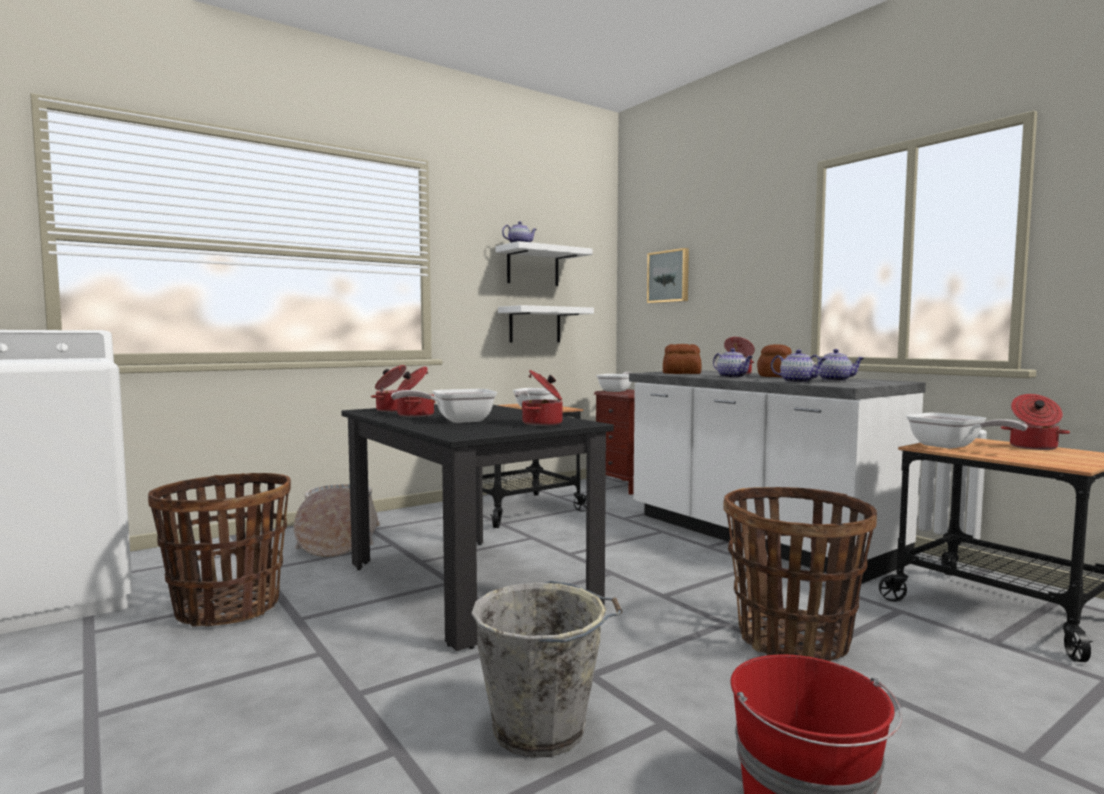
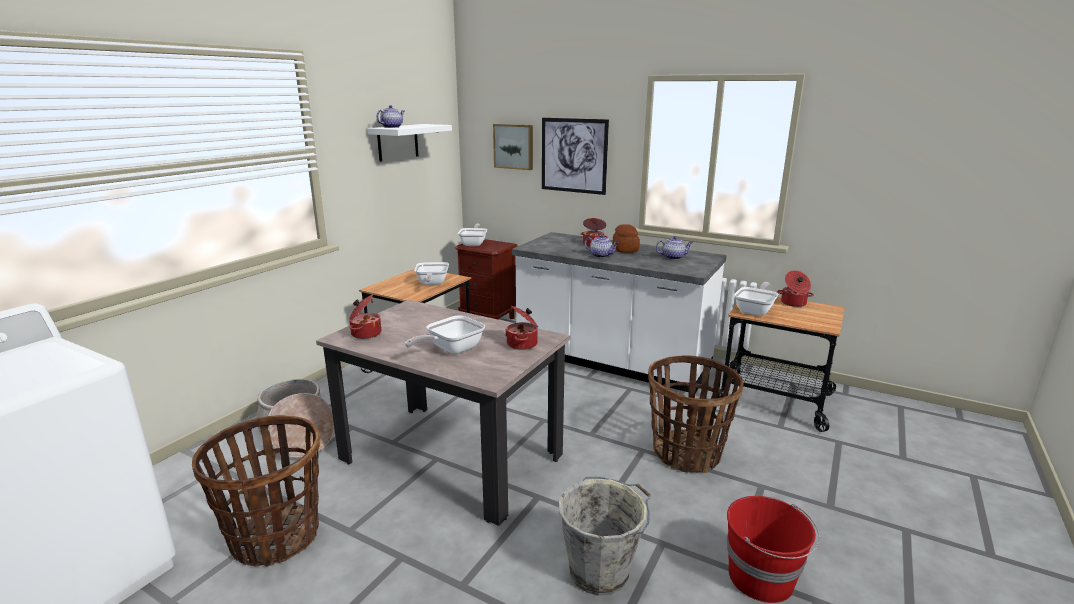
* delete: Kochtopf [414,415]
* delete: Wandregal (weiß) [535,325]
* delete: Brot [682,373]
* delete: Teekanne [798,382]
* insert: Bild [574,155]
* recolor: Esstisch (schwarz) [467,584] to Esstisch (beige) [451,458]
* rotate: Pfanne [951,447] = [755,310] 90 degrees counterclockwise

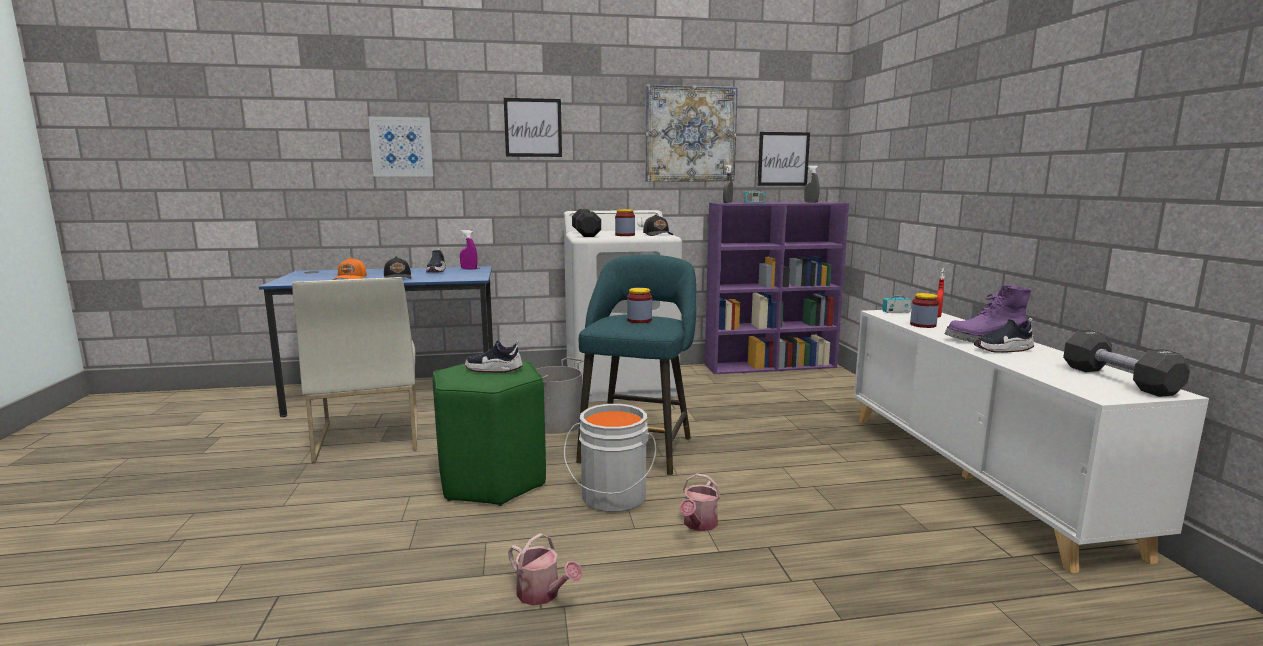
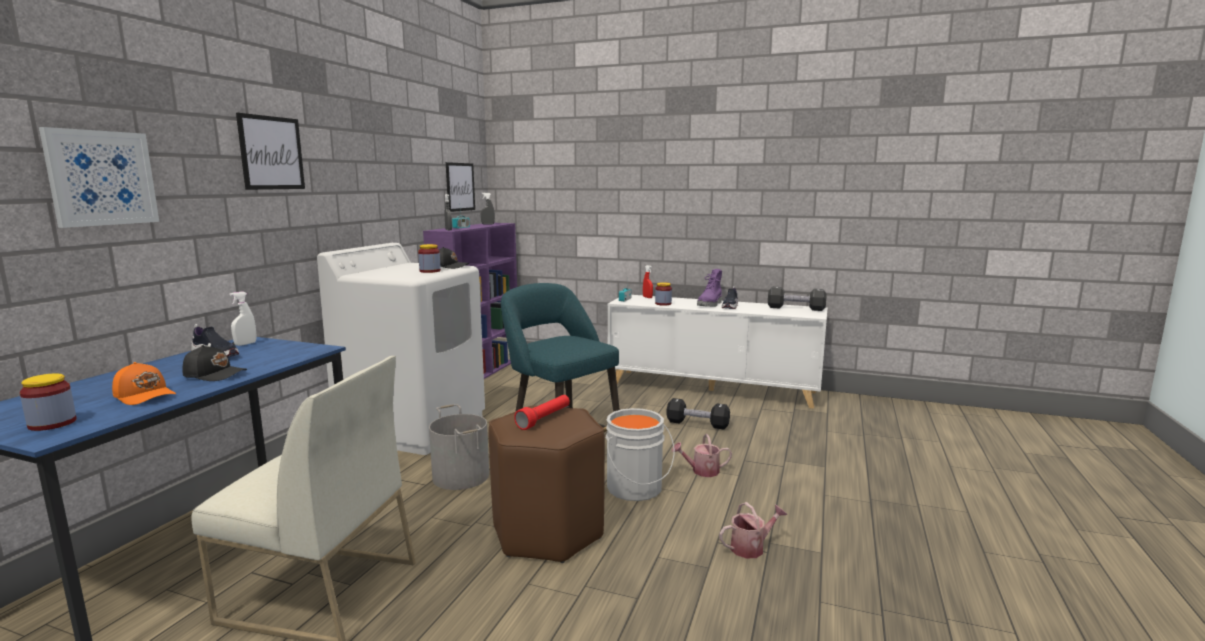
* delete: Bild [690,134]
* move: Hantel (schwarz) [586,234] to [697,424]
* move: Vorratsglas [639,320] to [52,423]
* replace: Schuh [494,369] to Taschenlampe (rot) [544,419]
* recolor: Hocker (grün) [492,481] to Hocker (braun) [548,533]
* recolor: Sprühflasche (lila) [469,269] to Sprühflasche (weiß) [245,344]
* rotate: Gießkanne [698,524] = [701,471] 120 degrees clockwise

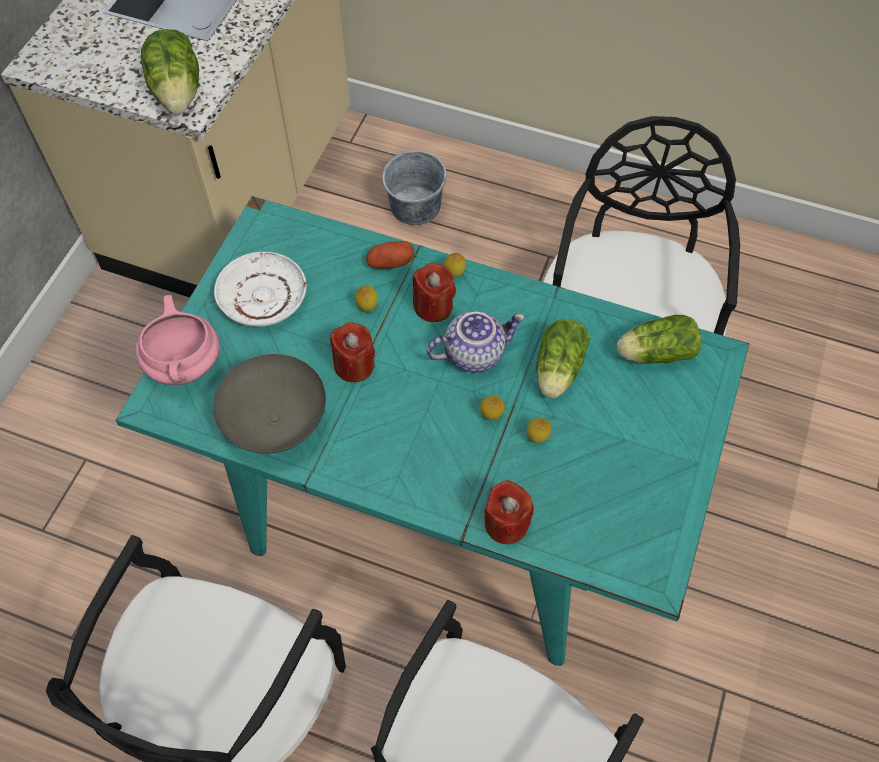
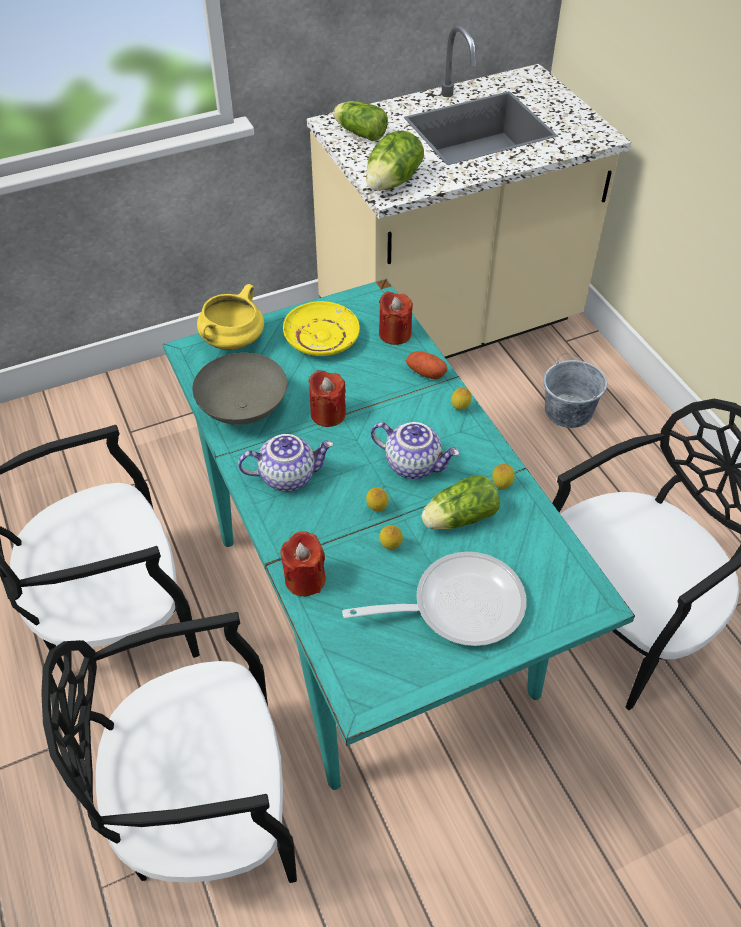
* insert: Teekanne [288,475]
* insert: Pfanne [458,605]
* move: Zitrone [367,307] to [501,486]
* move: Kerze (rot) [433,306] to [395,333]
* move: Salatkopf [653,353] to [359,133]
* recolor: Kochtopf (rosa) [185,365] to Kochtopf (gelb) [233,342]
* recolor: Teller (weiß) [262,297] to Teller (gelb) [321,337]

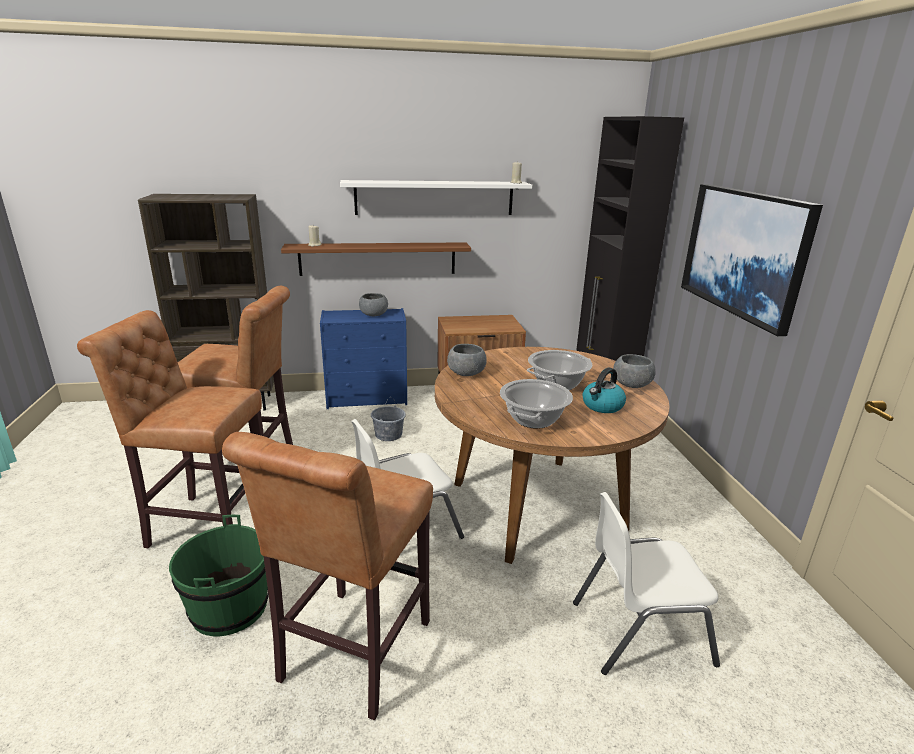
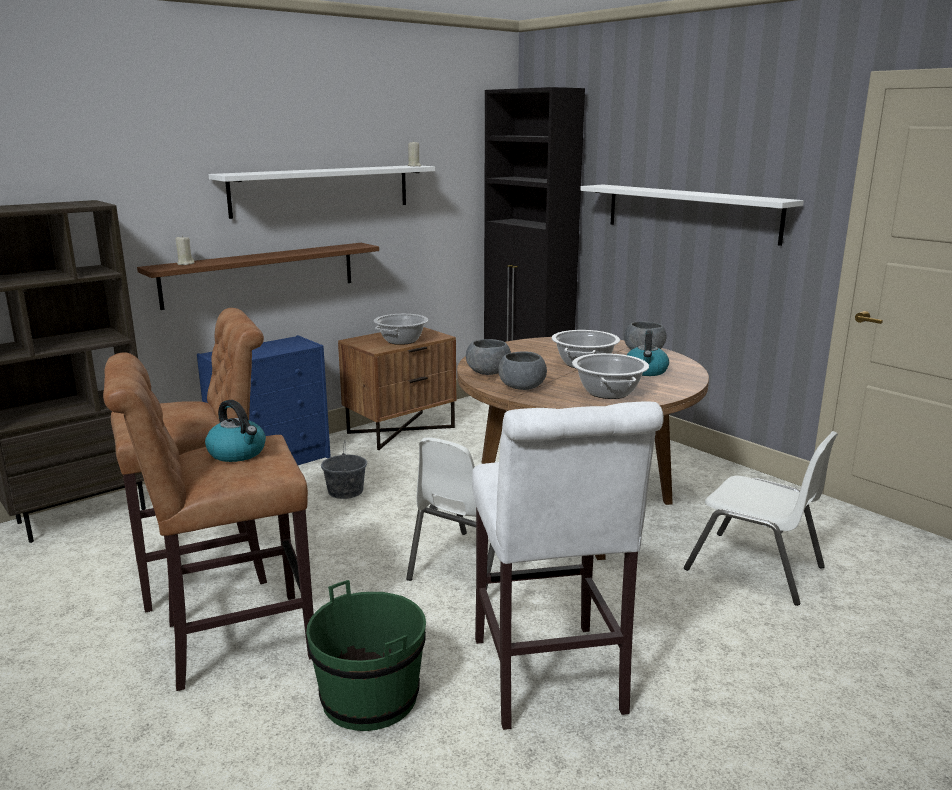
* insert: Wasserkessel [238,453]
* insert: Kochtopf [401,340]
* move: Schüssel (grau) [373,315] to [522,387]
* replace: Bild [744,253] to Wandregal (weiß) [690,212]
* recolor: Hocker (braun) [351,656] to Hocker (weiß) [550,681]
* rotate: Stuhl (weiß) [639,631] = [755,568] 105 degrees counterclockwise

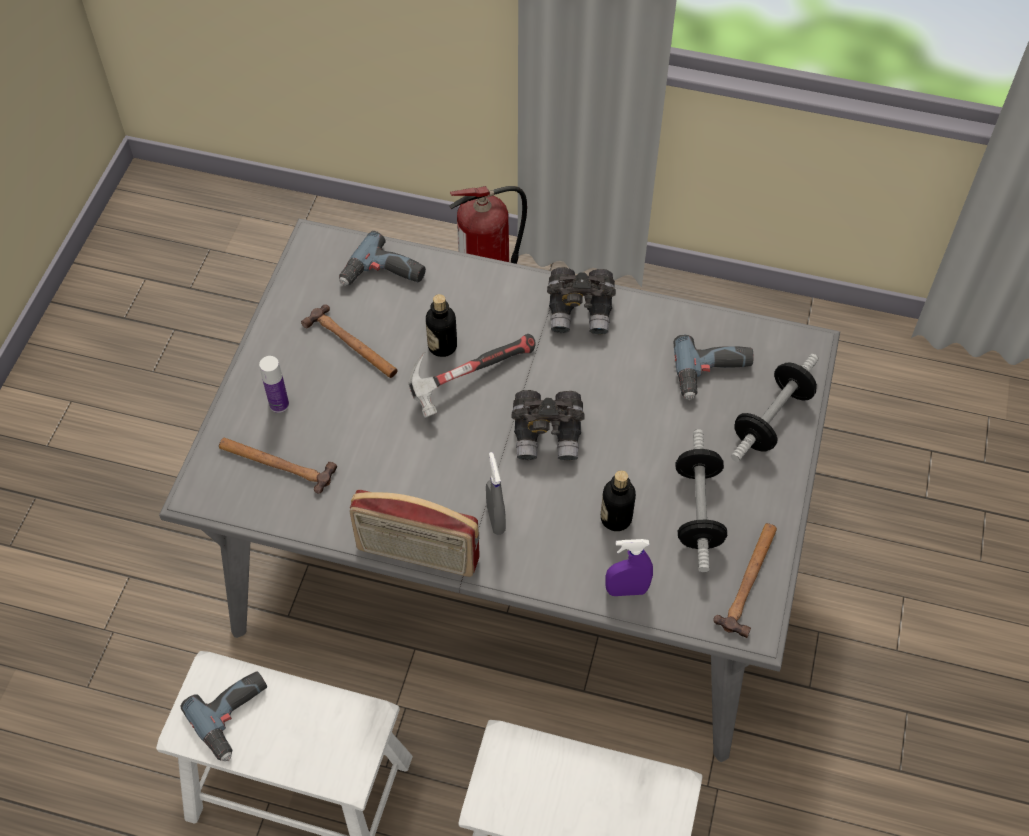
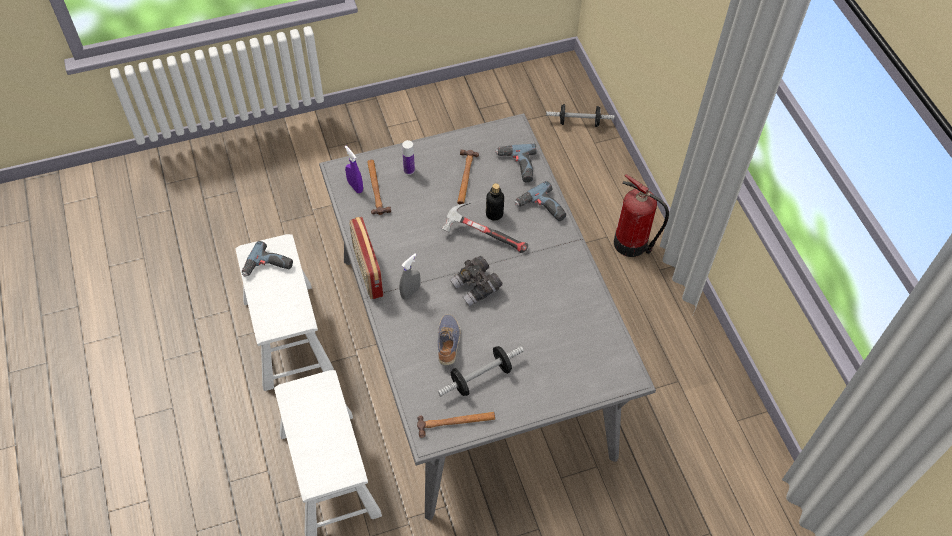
* delete: Fernglas (grau) [581,311]
* move: Sprühflasche (lila) [626,590] to [355,186]
* move: Bohrmaschine [713,374] to [541,209]
* move: Hantel [772,419] to [579,122]
* replace: Flasche [616,518] to Schuh [448,343]

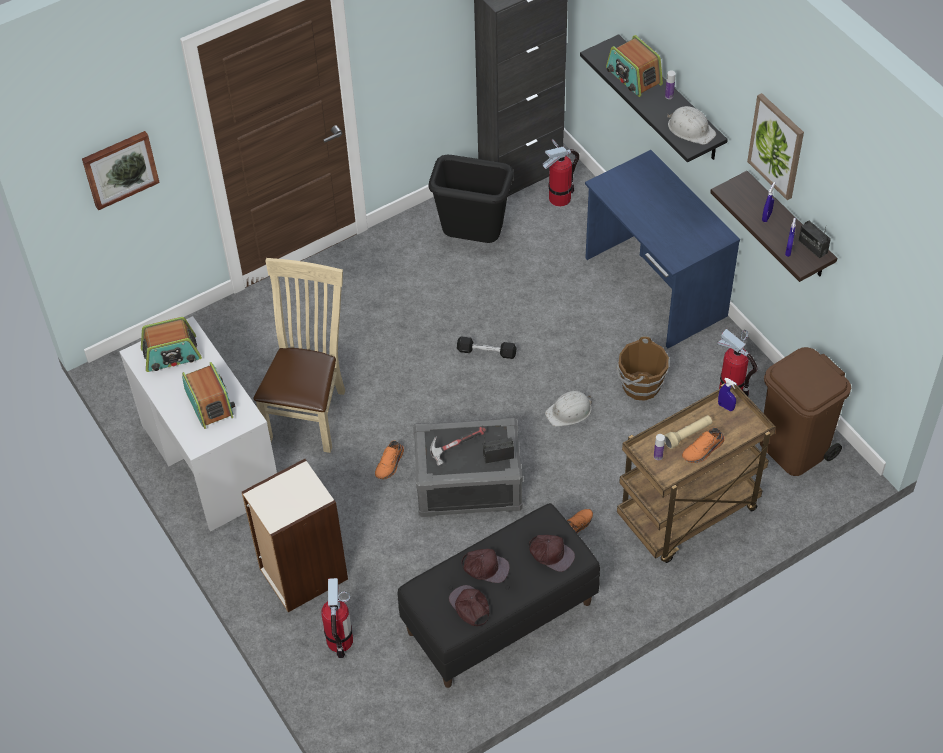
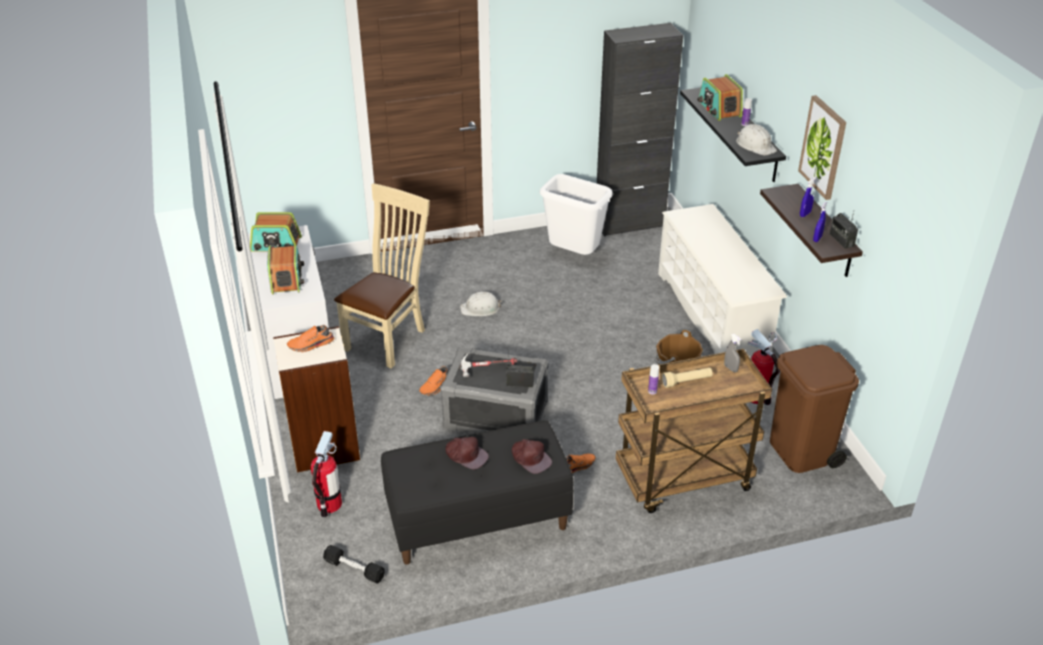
* delete: Bild [120,169]
* delete: Kappe (braun) [469,606]
* delete: Feuerlöscher [560,198]
* move: Hantel (schwarz) [486,352] to [354,569]
* move: Schutzhelm (weiß) [569,411] to [480,308]
* move: Schuh (orange) [703,450] to [311,345]
* replace: Schreibtisch (blau) [654,288] to Schuhregal (weiß) [712,313]
* recolor: Mülleimer (schwarz) [473,240] to Mülleimer (weiß) [574,255]
* recolor: Sprühflasche (blau) [725,406] to Sprühflasche (grau) [730,368]

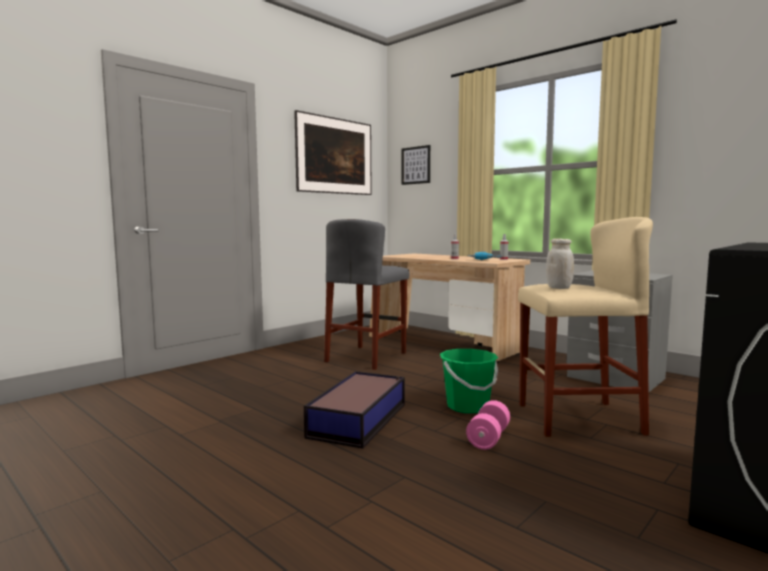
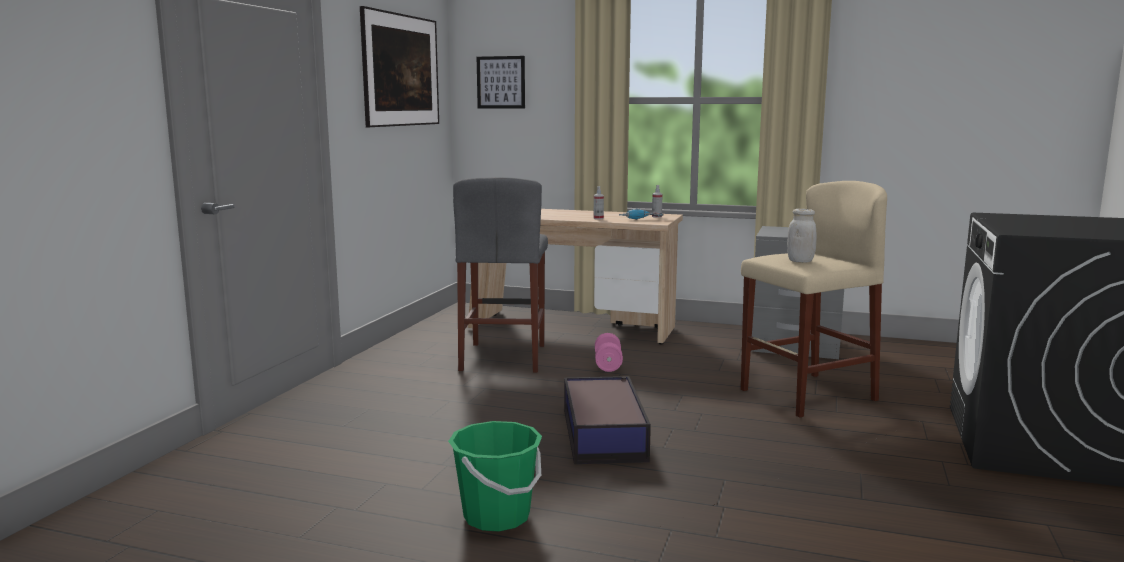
* move: Eimer (grün) [467,406] to [497,516]
* move: Hantel (rosa) [488,438] to [608,364]

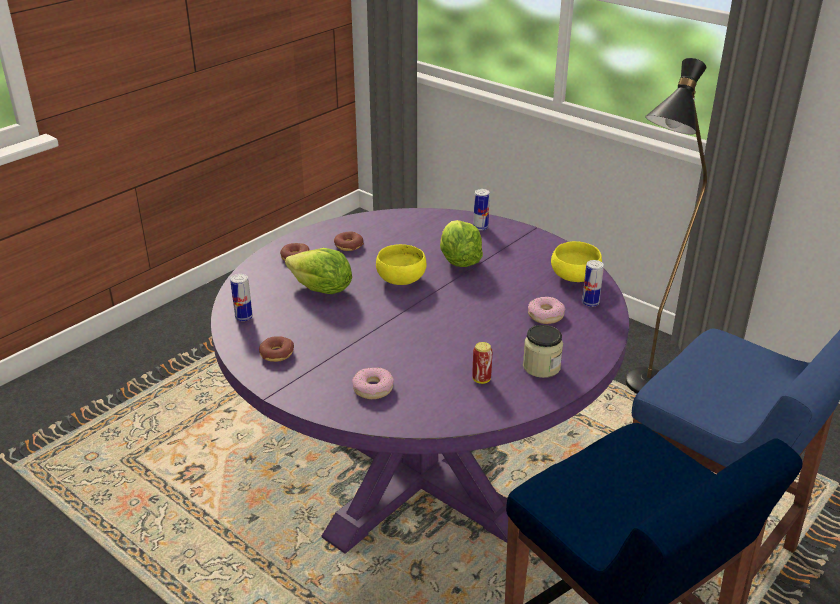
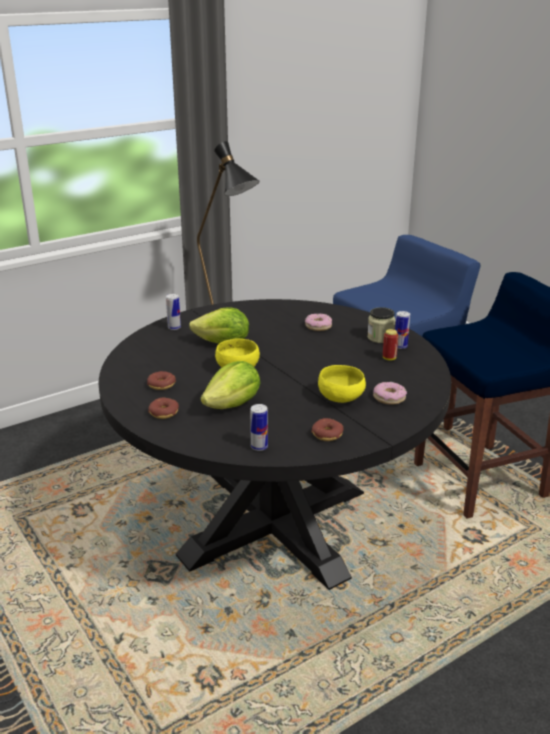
* move: Schüssel (gelb) [575,278] to [341,398]
* move: Dose [590,303] to [400,346]
* recolor: Esstisch (lila) [420,476] to Esstisch (schwarz) [274,523]

